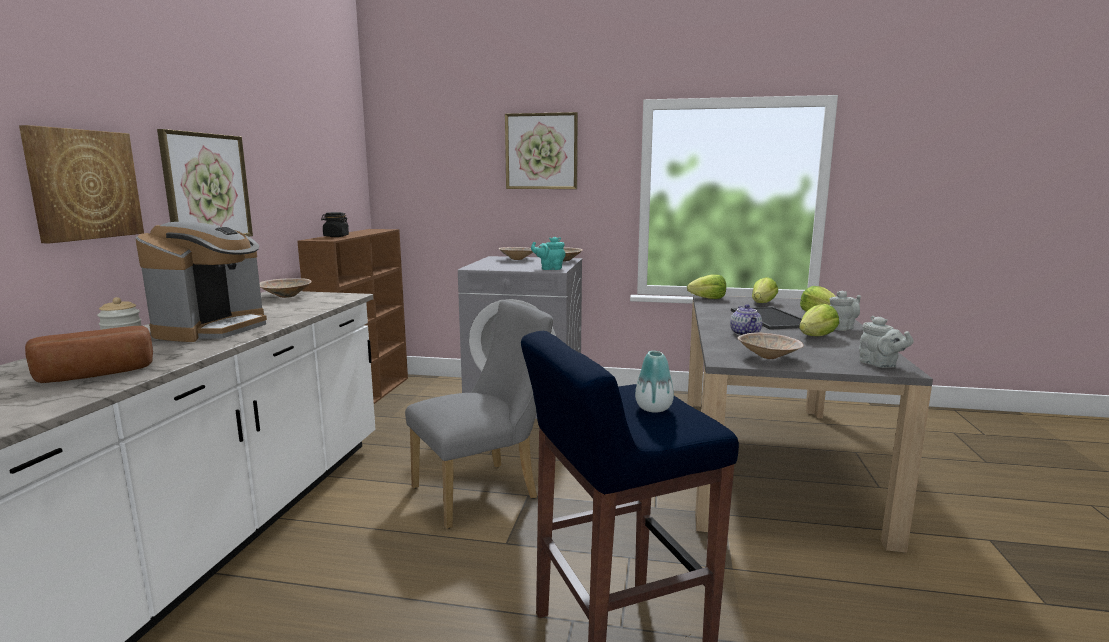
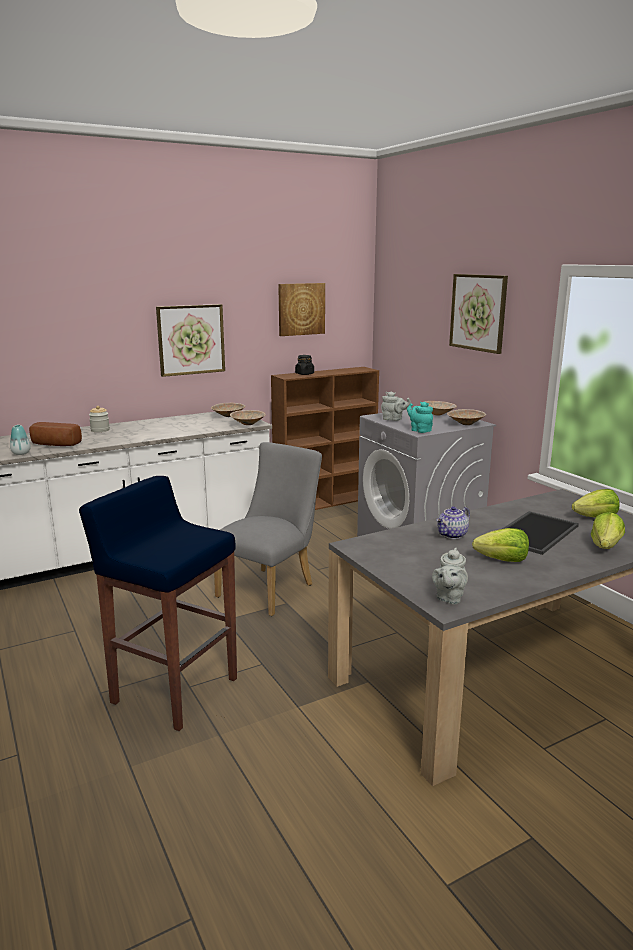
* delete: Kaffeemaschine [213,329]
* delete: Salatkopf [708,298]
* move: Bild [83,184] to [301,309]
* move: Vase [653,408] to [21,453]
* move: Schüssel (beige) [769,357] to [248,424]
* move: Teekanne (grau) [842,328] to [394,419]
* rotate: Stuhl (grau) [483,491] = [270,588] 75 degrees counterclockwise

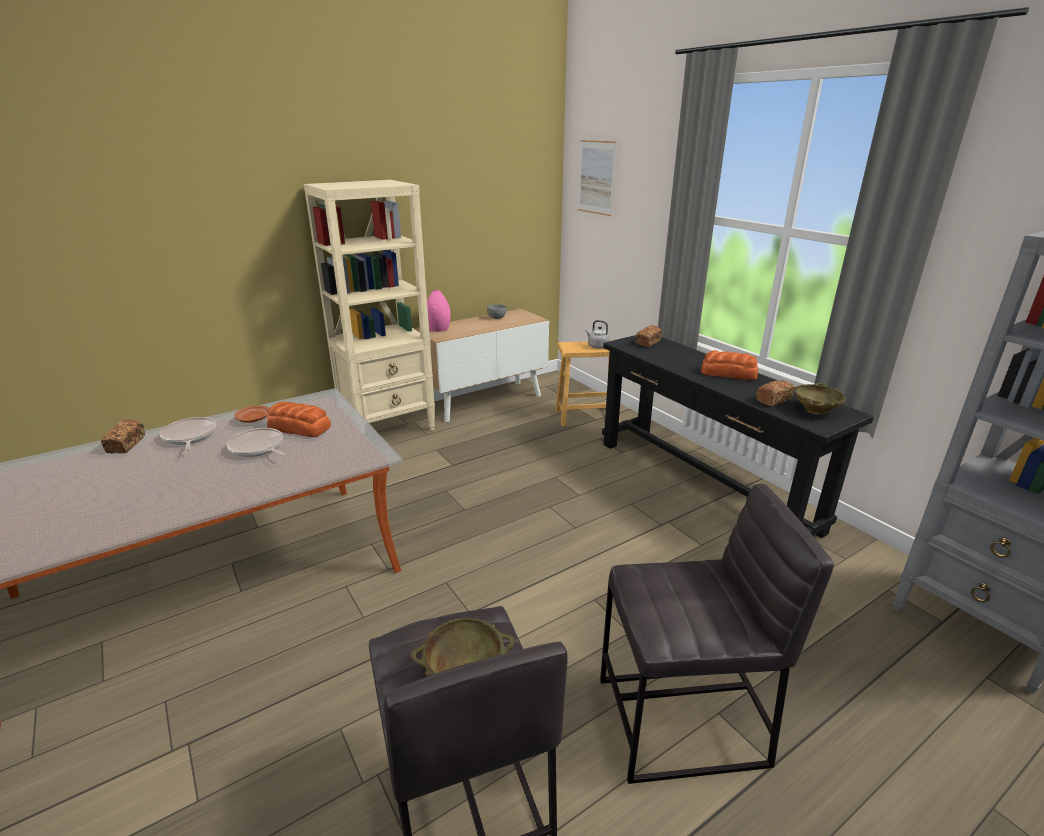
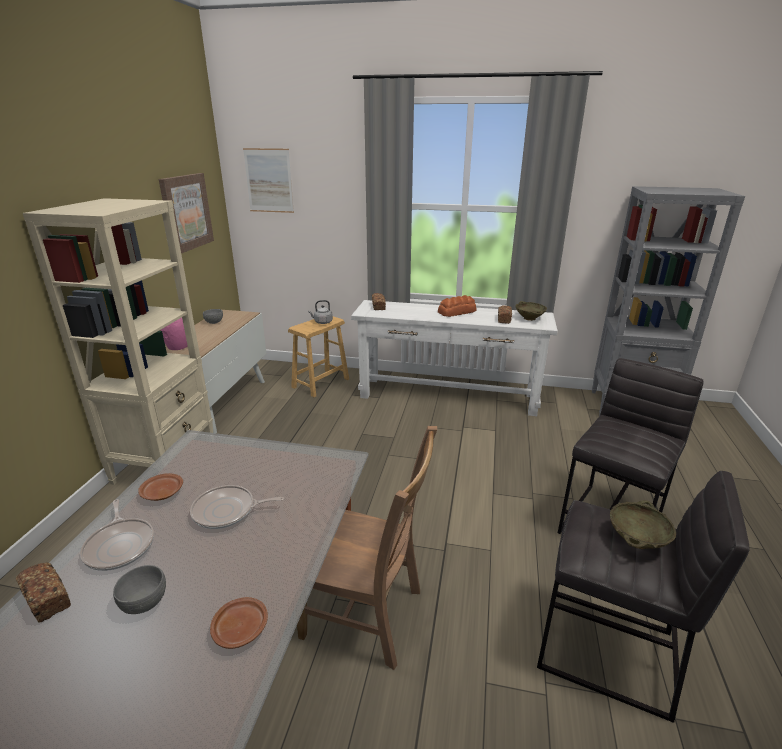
* delete: Brot [299,427]
* insert: Schüssel (grau) [145,603]
* insert: Bild [186,212]
* insert: Teller (braun) [241,628]
* insert: Stuhl (braun) [367,615]
* recolor: Konsolentisch (schwarz) [702,484] to Konsolentisch (weiß) [448,396]
* rotate: Pfanne [189,436] = [120,545] 135 degrees counterclockwise

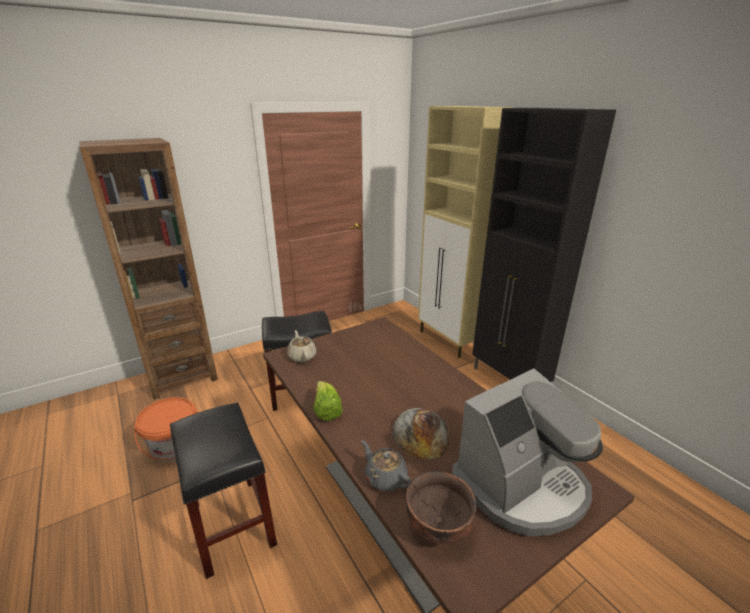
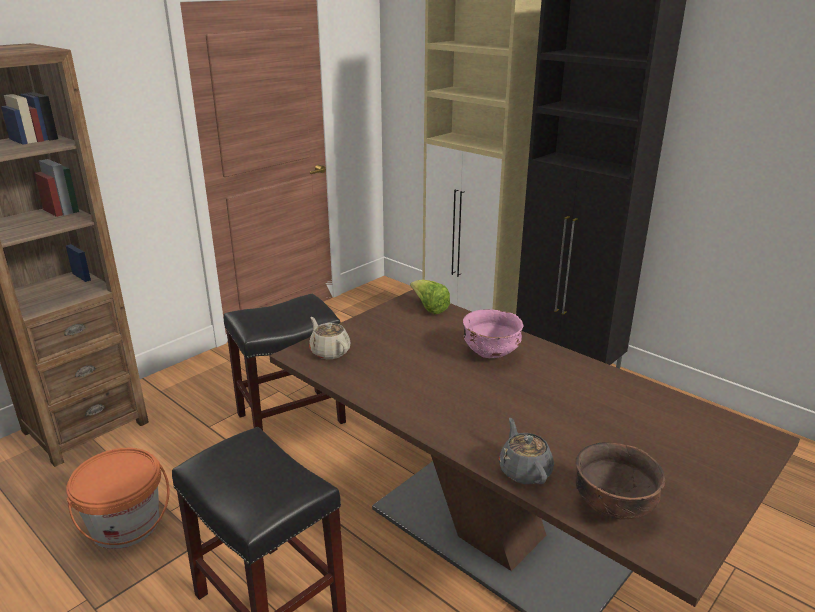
* delete: Brot [421,433]
* delete: Kaffeemaschine [521,486]
* insert: Schüssel (rosa) [491,353]
* move: Salatkopf [326,411] to [429,308]
* rotate: Teekanne (grau) [385,477] = [524,470] 45 degrees clockwise

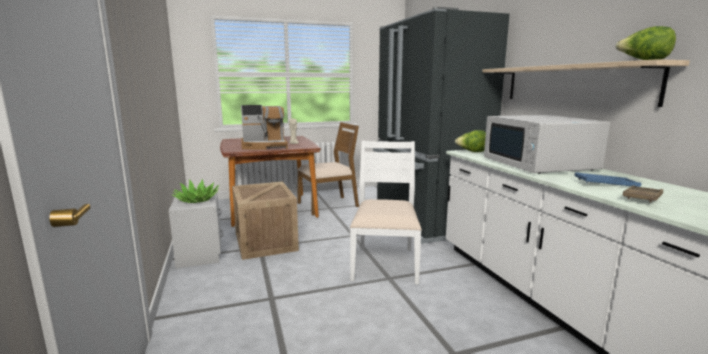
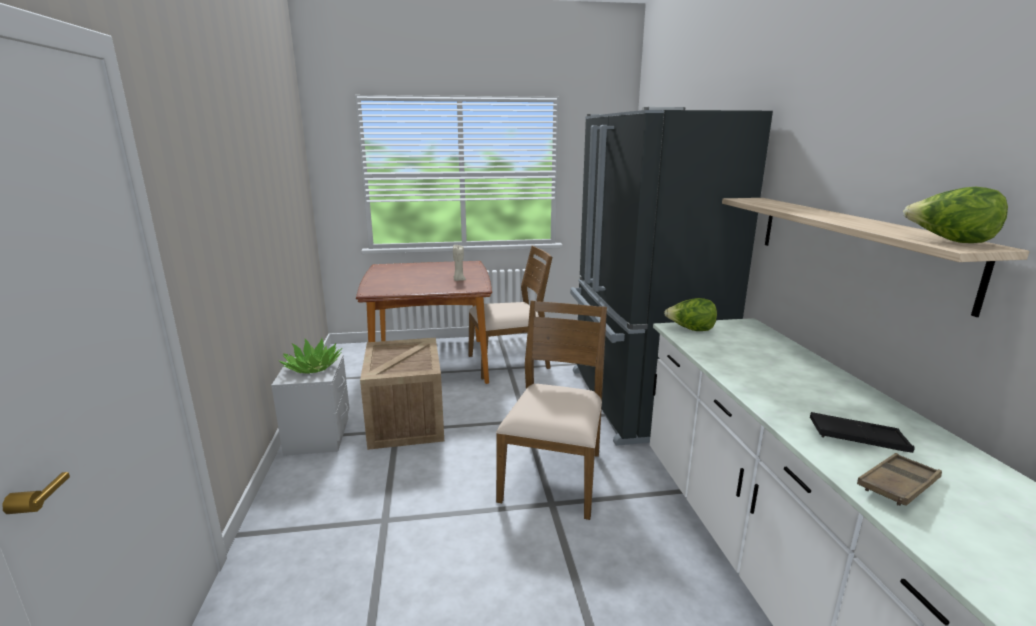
* delete: Kaffeemaschine [265,146]
* delete: Mikrowelle (weiß) [538,164]
* recolor: Stuhl (weiß) [385,263] to Stuhl (braun) [554,476]
* recolor: Tablett (blau) [606,184] to Tablett (schwarz) [857,438]

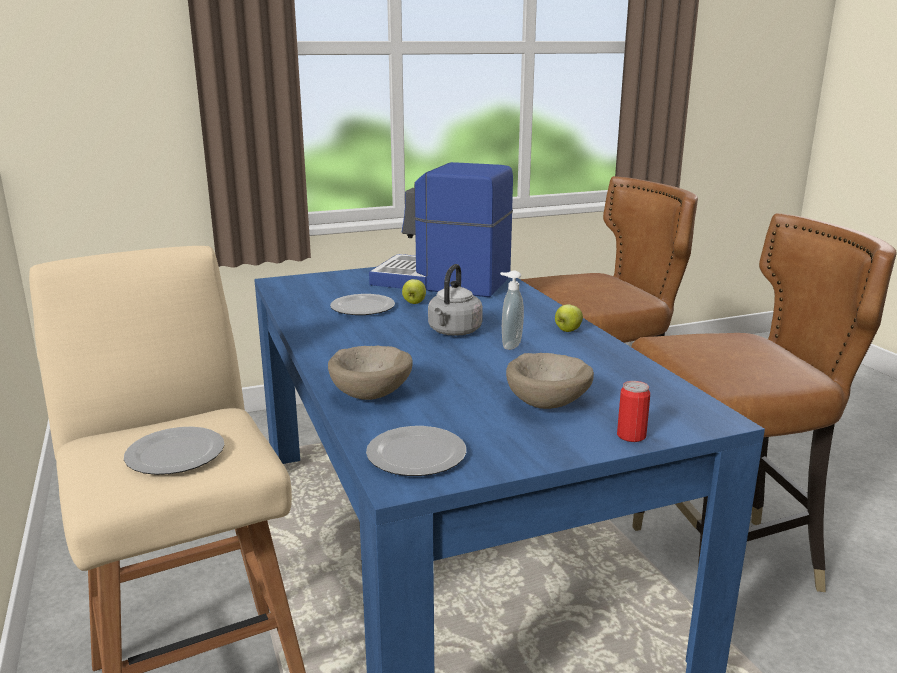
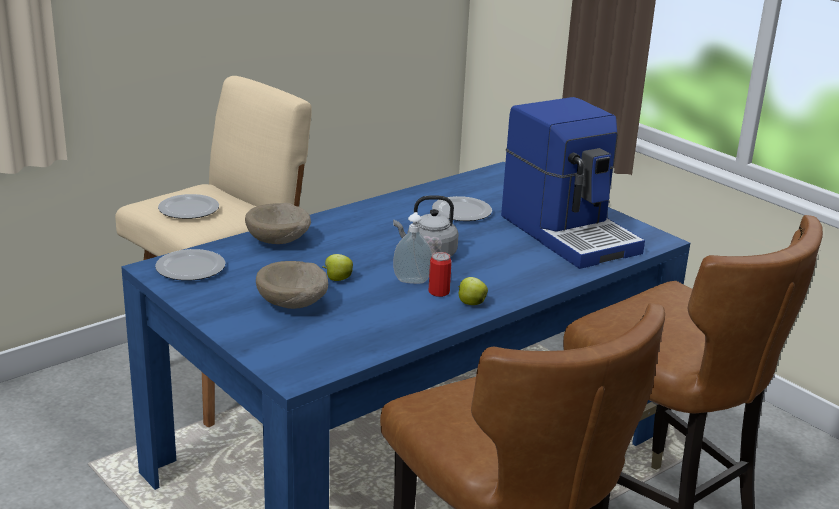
* move: Apfel [414,303] to [337,279]
* move: Dose [631,436] to [439,292]
* rotate: Kaffeemaschine [442,282] = [570,233] 150 degrees clockwise

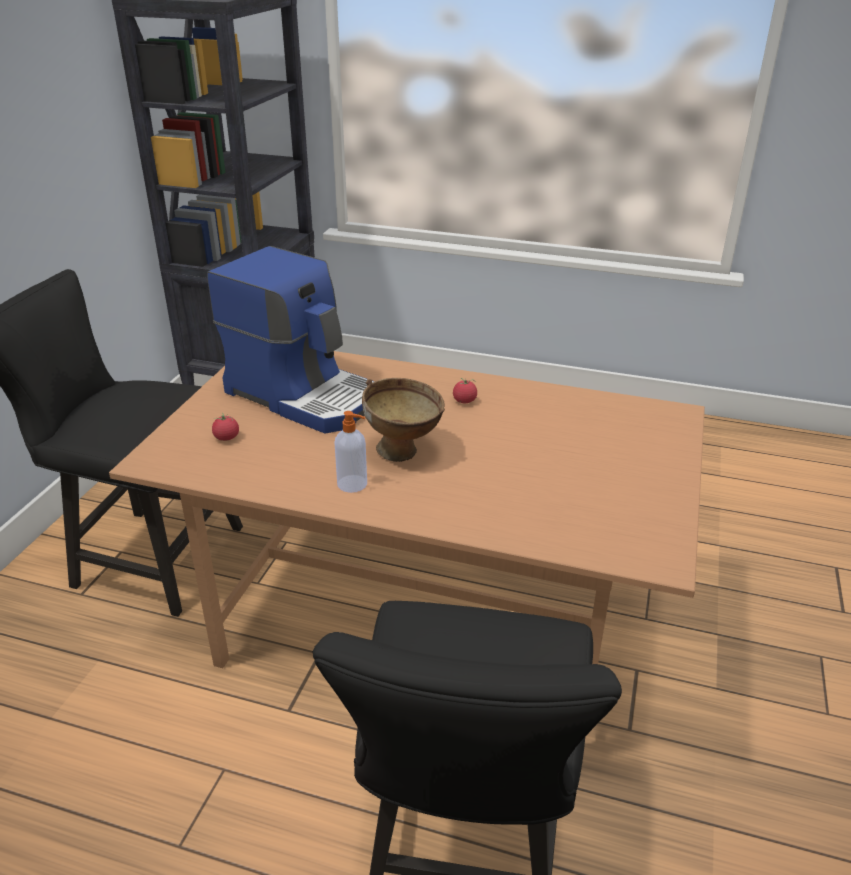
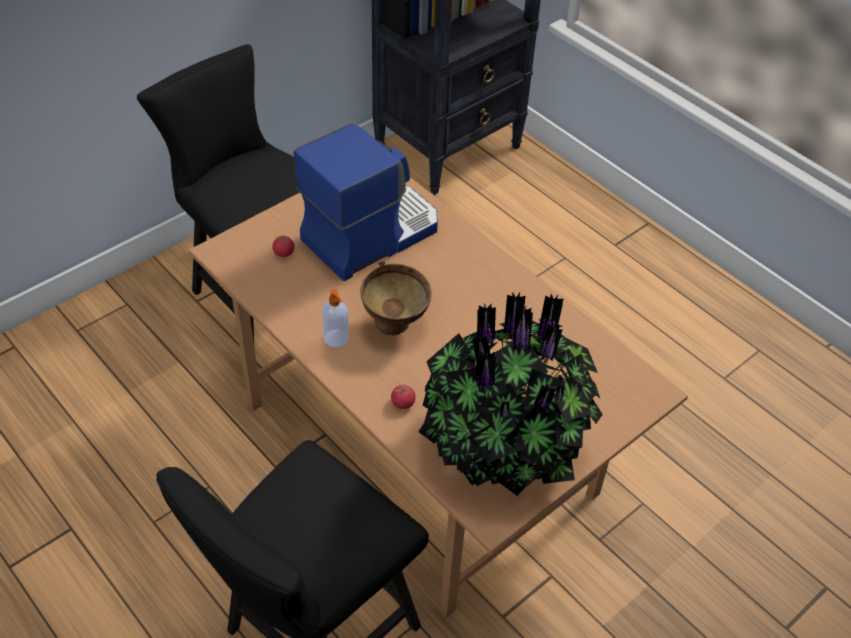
* insert: Topfpflanze [504,444]
* move: Tomate [464,401] to [403,403]
* rotate: Kaffeemaschine [305,395] = [370,234] 105 degrees counterclockwise

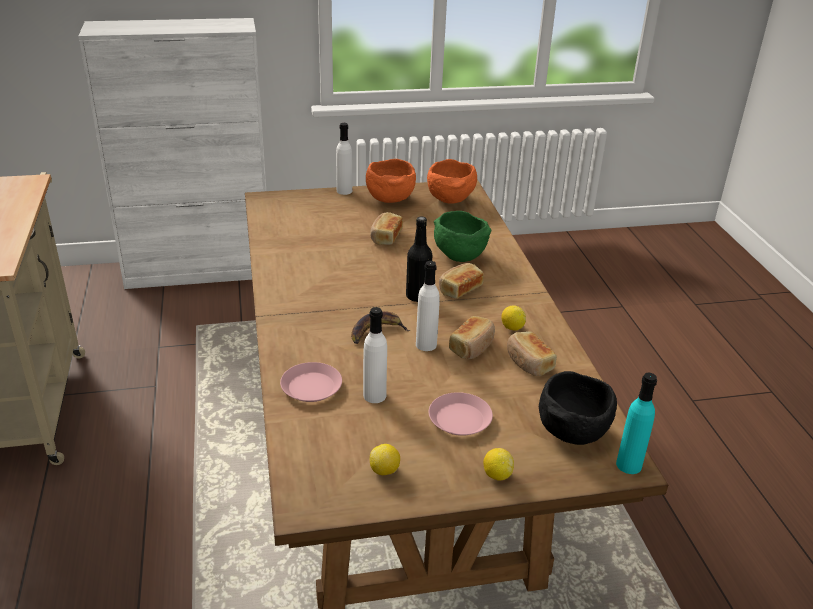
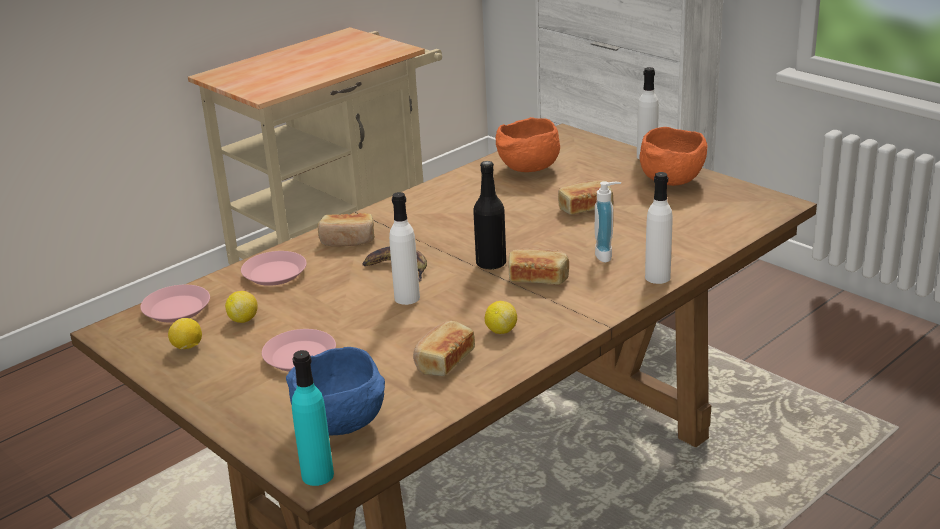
* insert: Teller (rosa) [176,309]
* move: Flasche (weiß) [374,395] to [657,277]
* move: Schüssel (orange) [451,200] to [528,169]
* move: Brot [472,346] to [347,241]
* move: Zitrone [497,475] to [243,319]
* replace: Schüssel (grün) [458,256] to Seifenspender [607,254]
* recolor: Schüssel (schwarz) [572,431] to Schüssel (blau) [343,424]

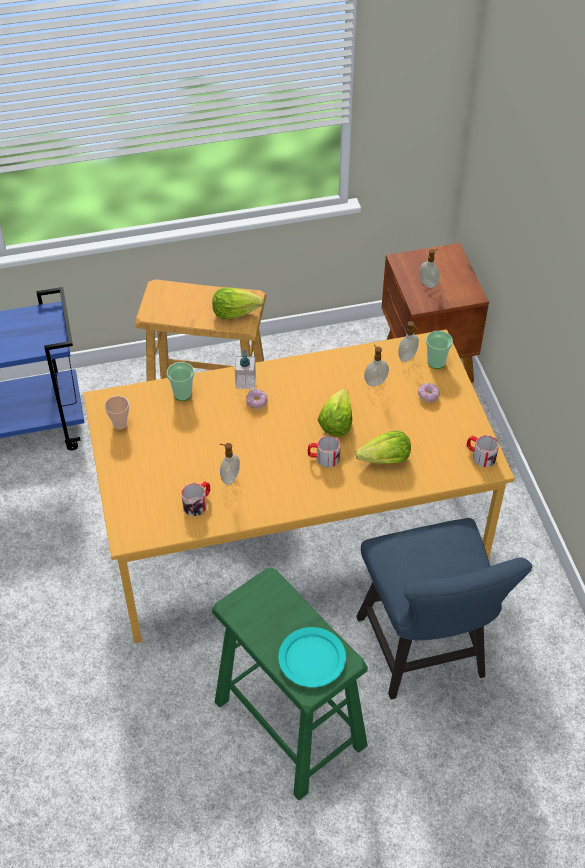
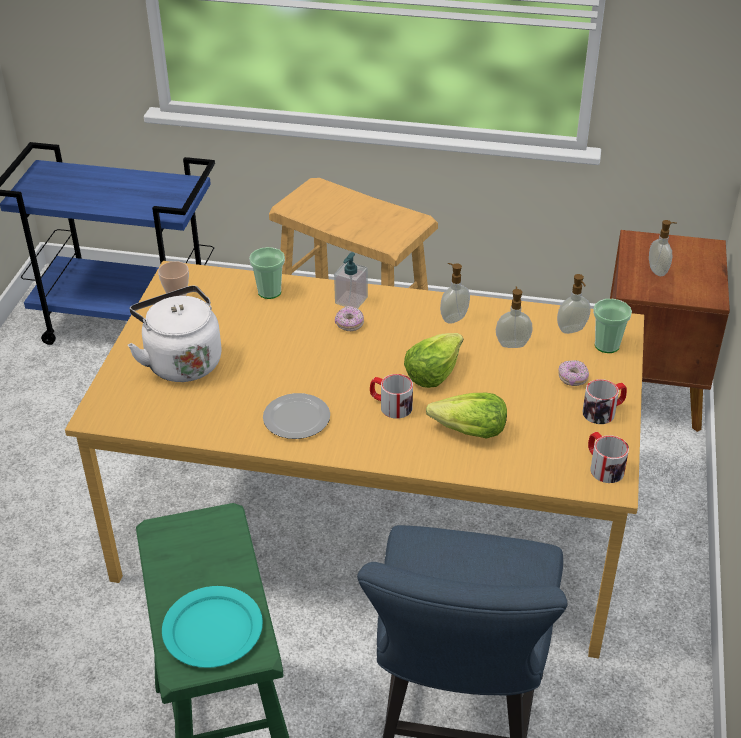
* delete: Salatkopf [235,312]
* insert: Wasserkessel (weiß) [181,361]
* insert: Teller [297,419]
* move: Henkelbecher [198,503] to [604,411]
* move: Seifenspender [229,477] to [453,318]

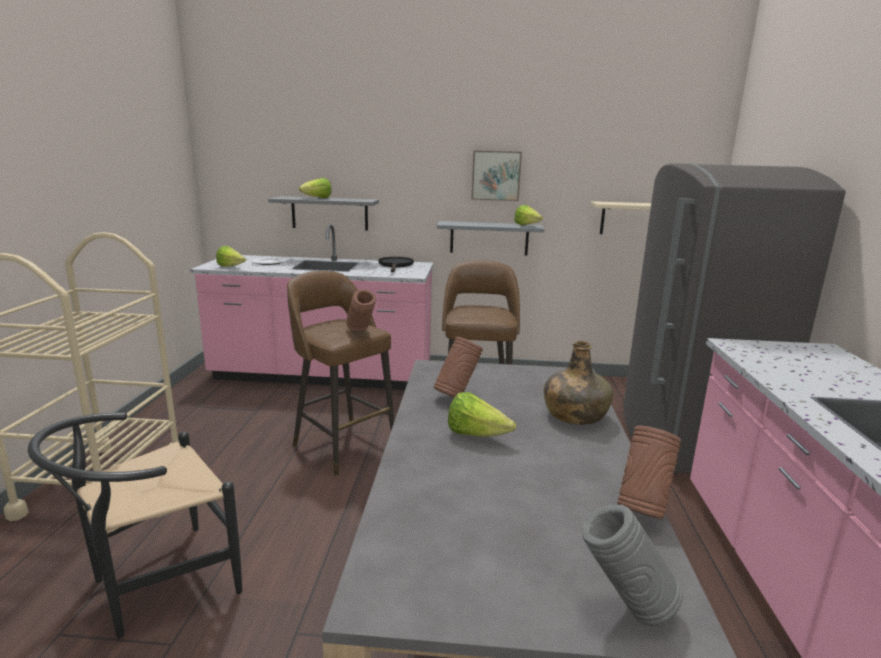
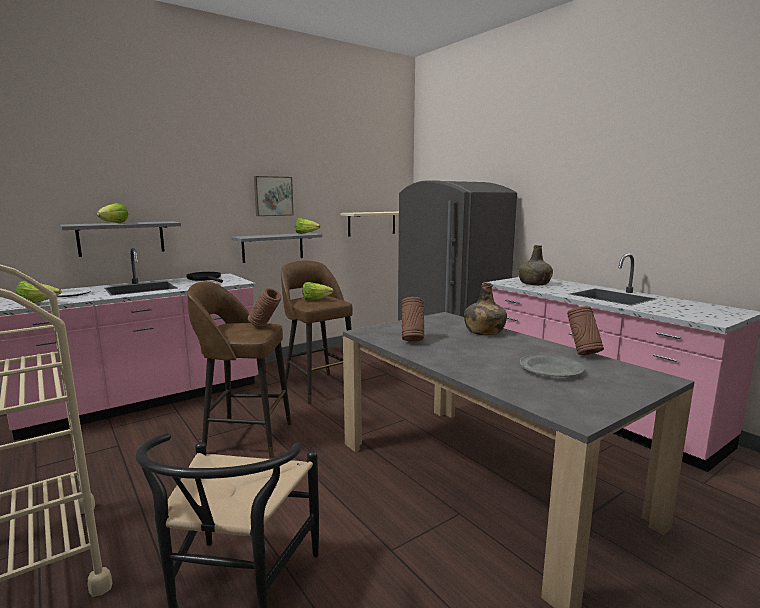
* delete: Vase (grau) [624,609]
* insert: Flasche (grün) [534,283]
* insert: Teller (grau) [551,369]
* move: Salatkopf [476,435] to [315,300]

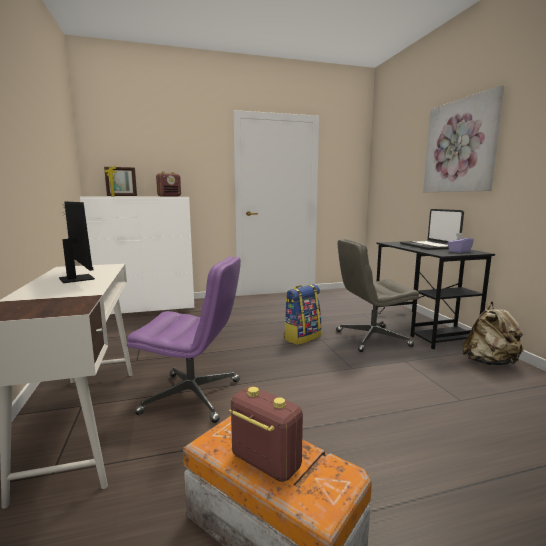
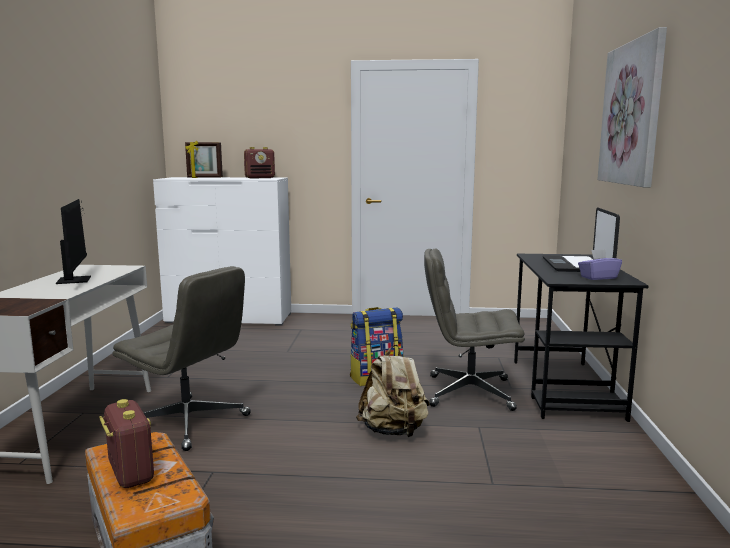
* move: Rucksack (beige) [489,362] to [393,431]
* recolor: Bürostuhl (lila) [193,396] to Bürostuhl (grau) [189,423]

